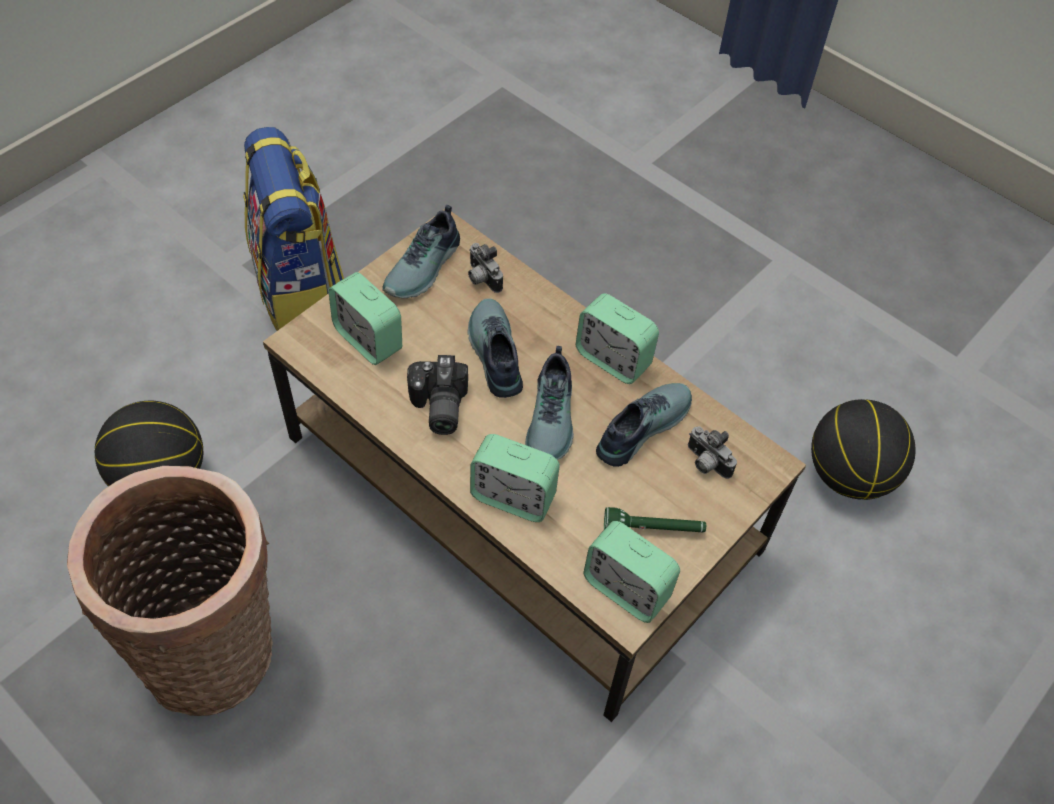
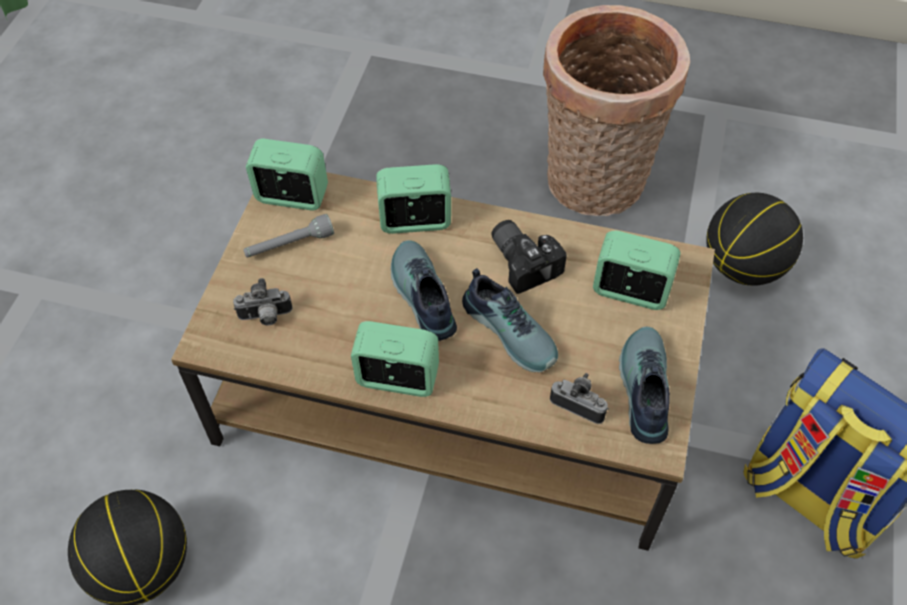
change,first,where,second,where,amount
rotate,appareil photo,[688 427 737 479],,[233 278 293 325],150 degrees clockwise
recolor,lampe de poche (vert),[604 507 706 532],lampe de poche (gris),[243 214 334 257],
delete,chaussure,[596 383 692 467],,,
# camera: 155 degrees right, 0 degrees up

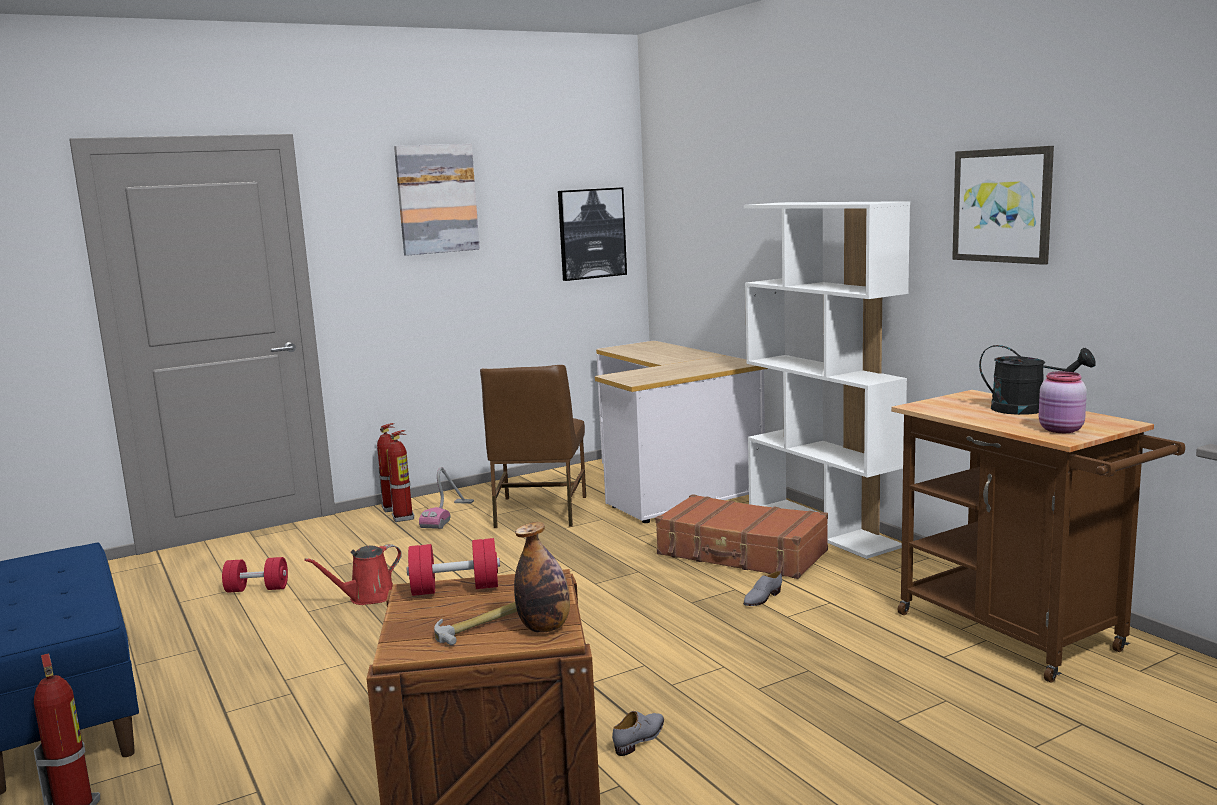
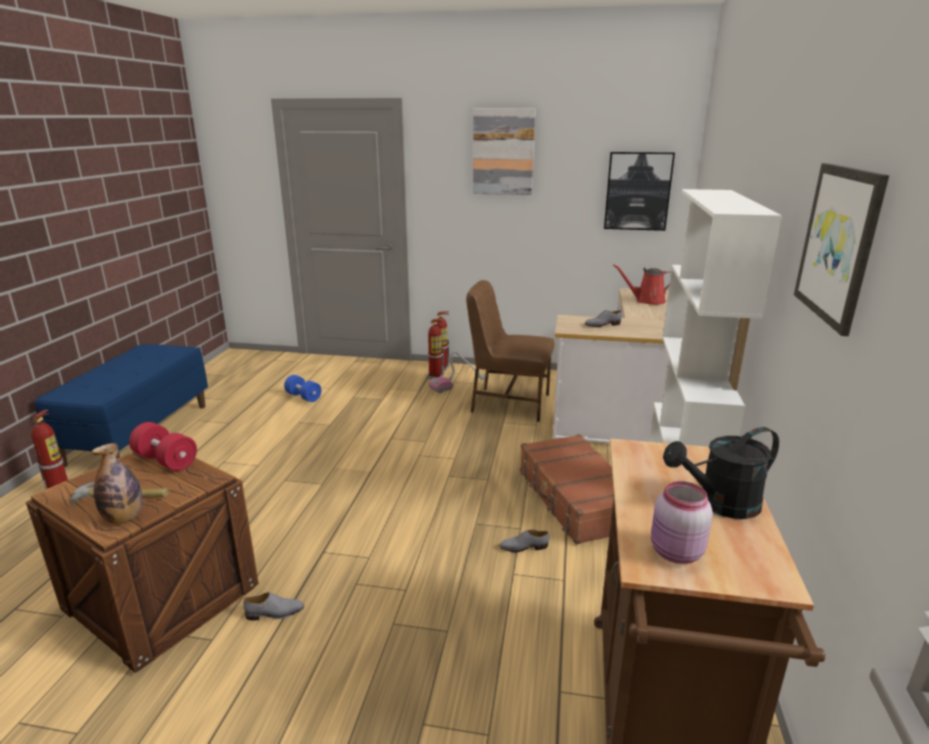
change,first,where,second,where,amount
recolor,haltère (rouge),[222 557 288 593],haltère (bleu),[284 375 321 402],
rotate,chaise (marron),[480 365 586 528],,[466 280 554 422],60 degrees clockwise
insert,,,chaussure (gris),[584 310 622 327],
move,arrosoir (rouge),[304 544 402 605],,[613 265 671 305],
rotate,arrosoir (noir),[979 345 1096 415],,[663 427 779 519],90 degrees clockwise
# camera: 40 degrees right, 10 degrees up

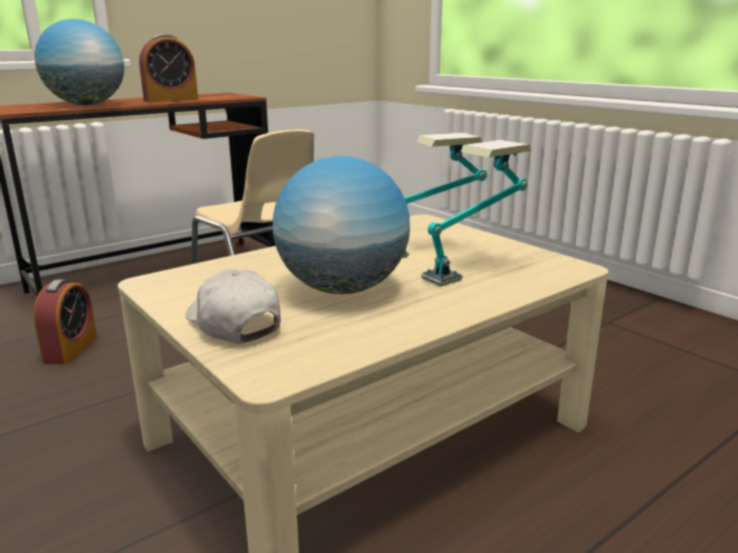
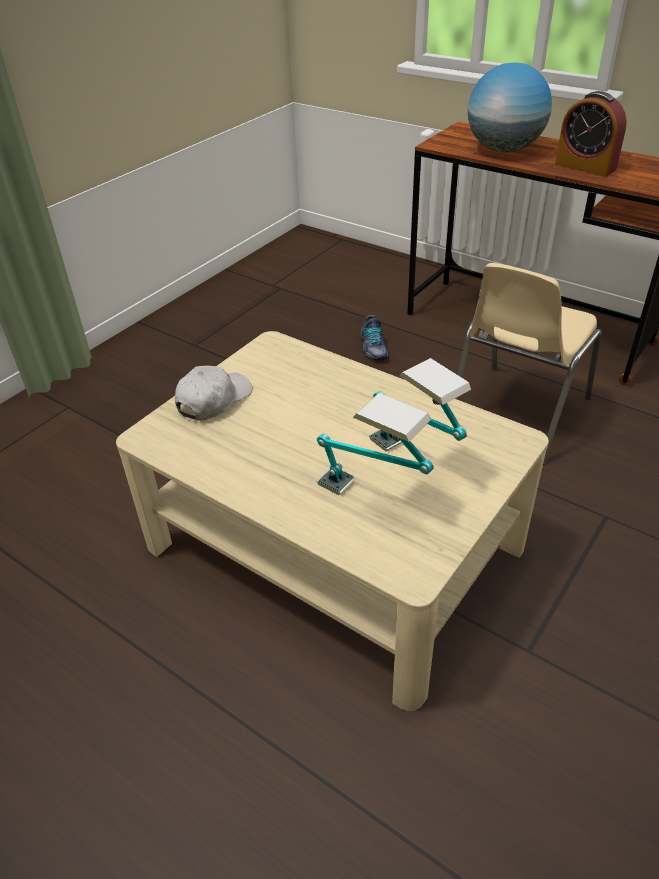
change,first,where,second,where,amount
replace,réveil,[34 279 97 364],chaussure,[360 315 389 361],
delete,globe,[273 156 410 294],,,
# camera: 75 degrees right, 20 degrees up

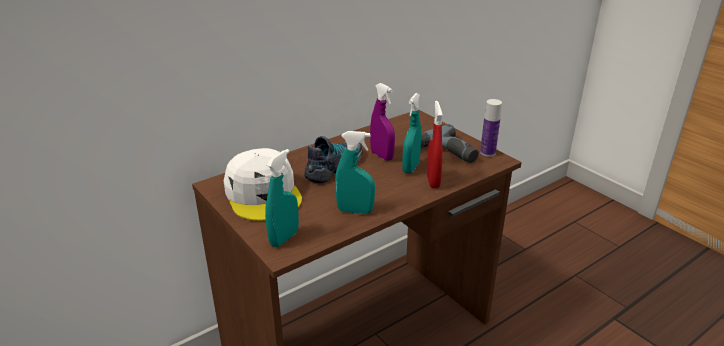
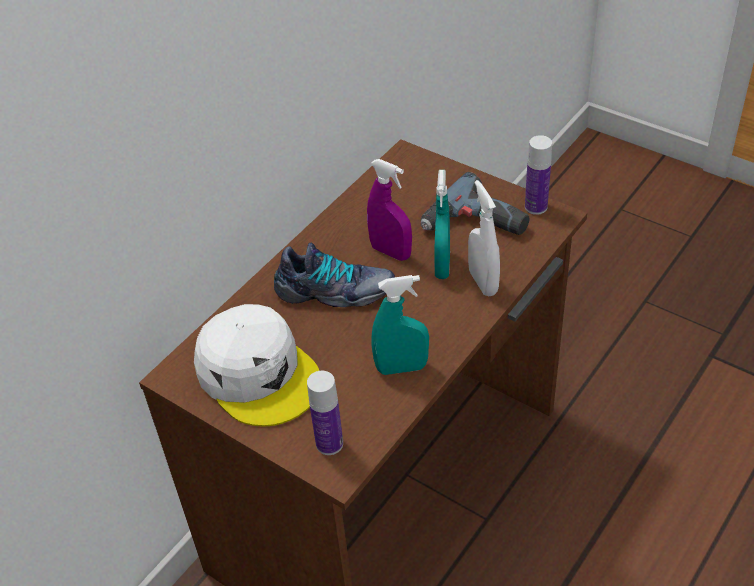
change,first,where,second,where,amount
rotate,chaussure,[304 136 363 183],,[274 243 395 307],75 degrees clockwise
replace,vaporisateur (turquoise),[265 149 299 247],bouteille,[307 371 343 455],
recolor,vaporisateur (rouge),[427 101 443 188],vaporisateur (blanc),[468 180 500 296],
# camera: 15 degrees left, 15 degrees up

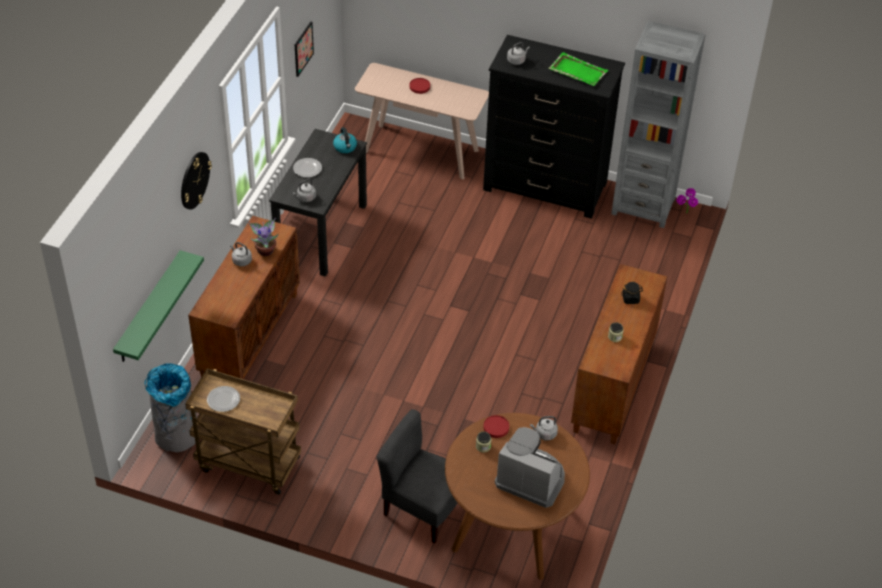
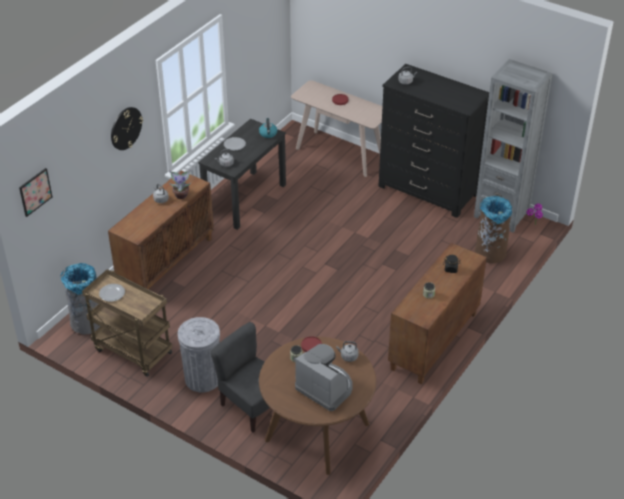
change,first,where,second,where,amount
move,tableau,[295 22 314 77],,[19 168 52 217],
insert,,,poubelle (gris),[178 317 220 392],
insert,,,poubelle (marron),[474 196 512 263],
delete,étagère (vert),[113 250 204 362],,,
delete,plateau (vert),[548 52 608 86],,,
# camera: 15 degrees right, 5 degrees down

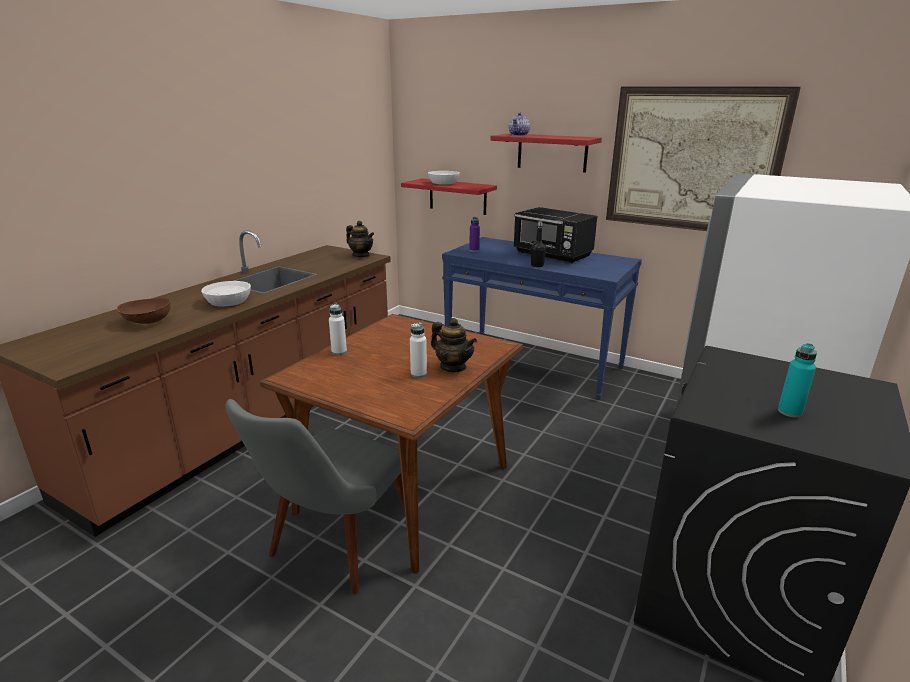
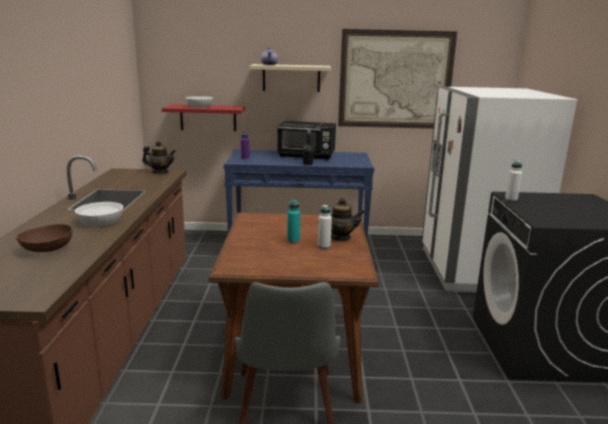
change,first,where,second,where,amount
recolor,étagère (rouge),[490 133 602 173],étagère (beige),[249 64 331 92],
move,bouteille (turquoise),[778 343 817 418],,[287 199 300 243],
move,bouteille (blanc),[329 304 347 355],,[505 160 522 201],
# camera: 30 degrees left, 5 degrees down

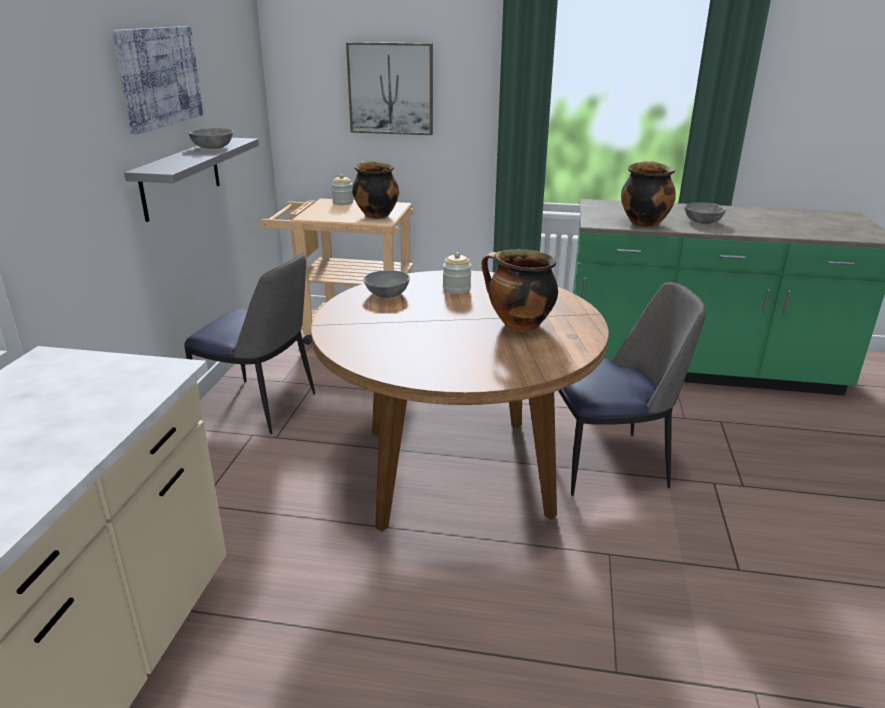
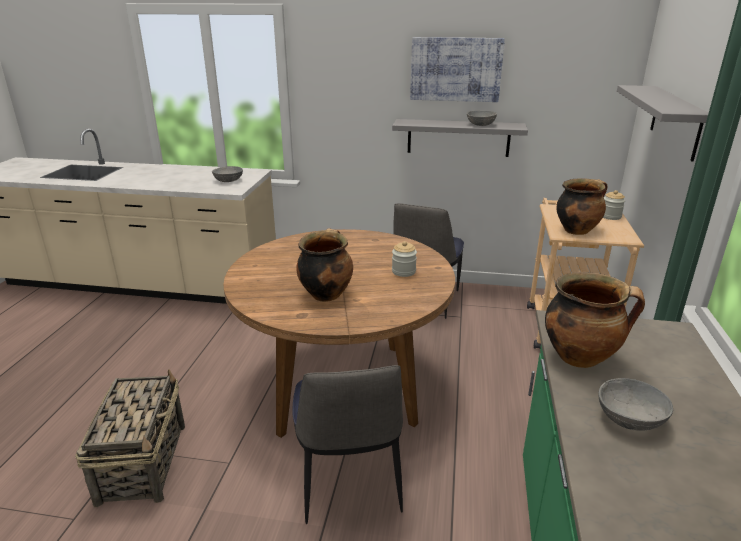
change,first,where,second,where,amount
insert,,,panier,[75 369 185 507],
move,bol (gris),[363 270 410 298],,[212 166 243 182],
replace,tableau,[346 42 433 135],étagère (gris),[617 85 709 162],
# camera: 90 degrees right, 0 degrees up

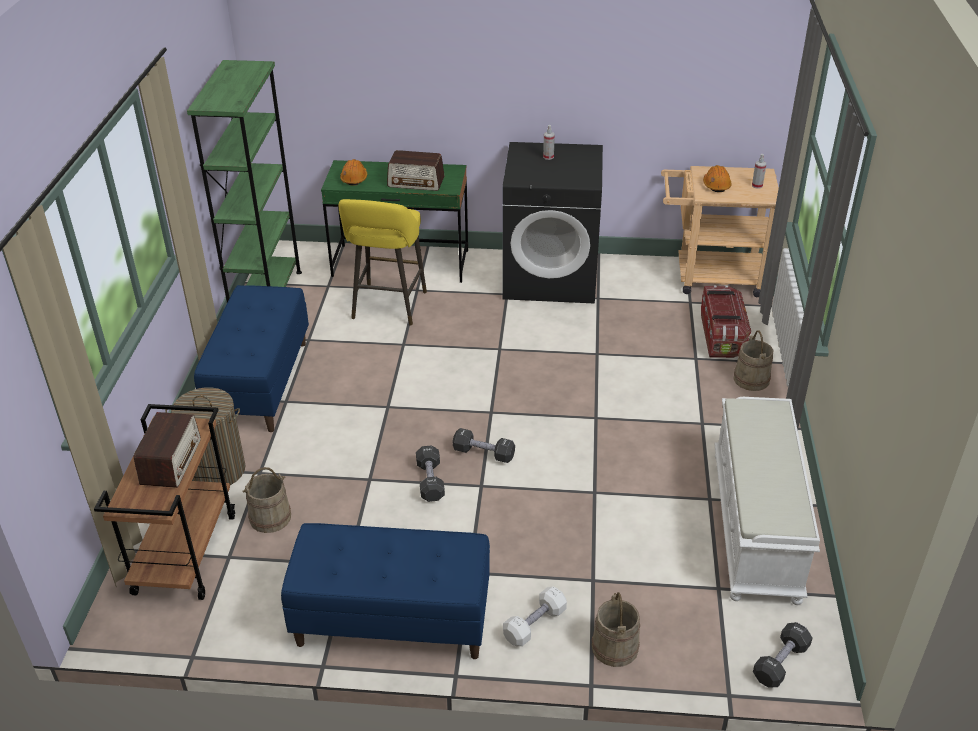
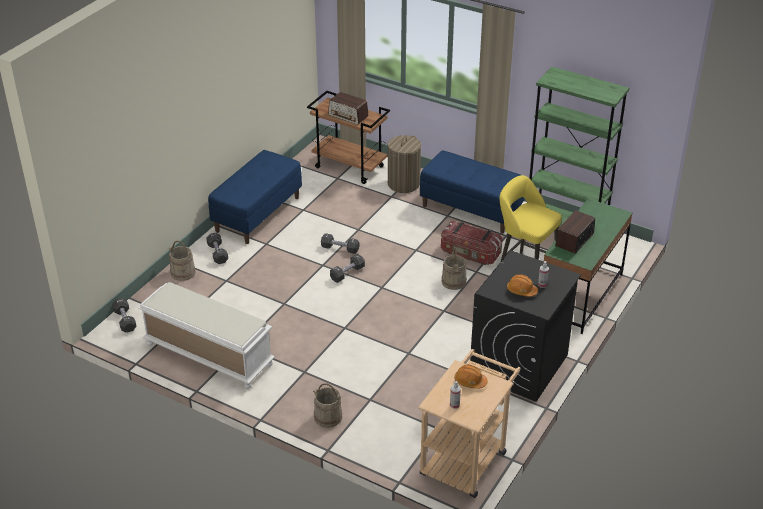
change,first,where,second,where,amount
recolor,haltère (blanc),[503 587 567 646],haltère (noir),[206 233 228 264],
move,boîte de rangement,[701 285 751 358],,[441 220 503 265],
move,seau (beige),[243 467 291 533],,[442 249 467 290],
move,casque de chantier (orange),[340 159 367 186],,[507 274 538 297],
# camera: 115 degrees right, 0 degrees up

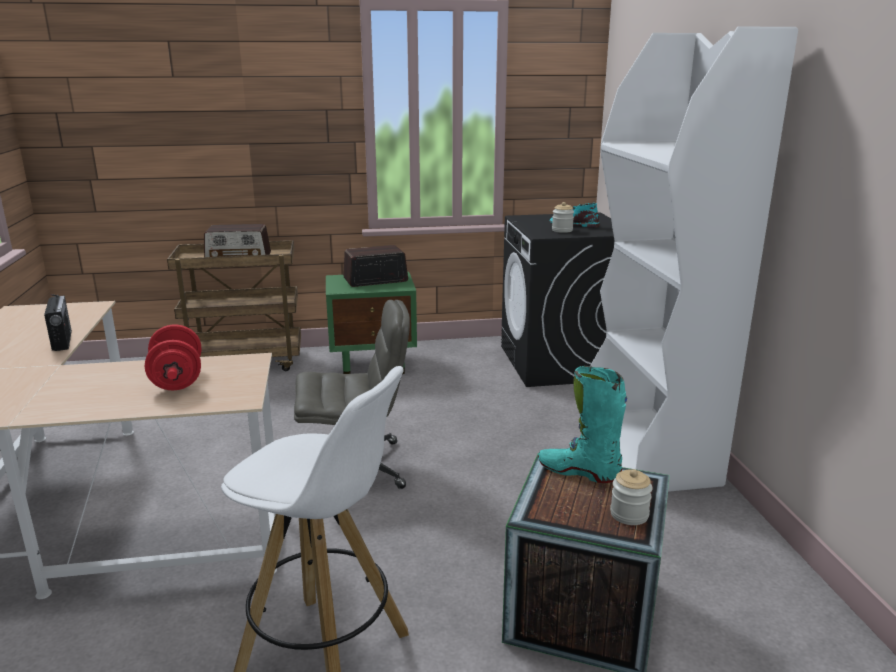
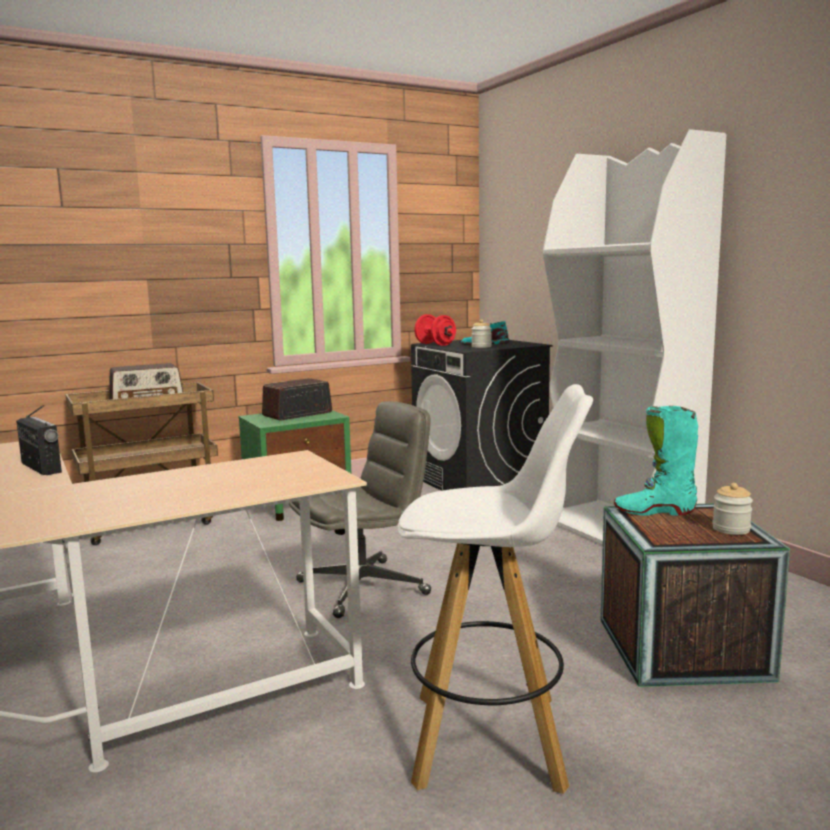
change,first,where,second,where,amount
move,haltère (rouge),[145 325 201 390],,[414 314 456 346],
# camera: 20 degrees left, 10 degrees down

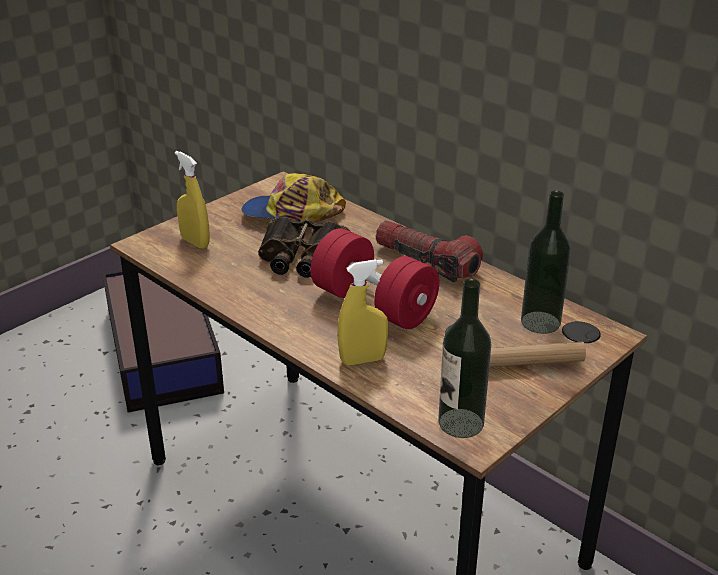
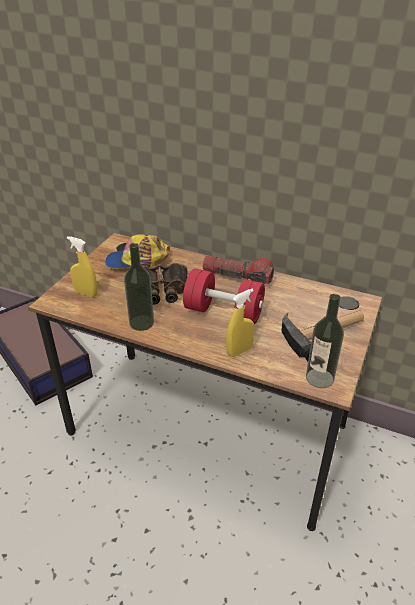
change,first,where,second,where,amount
move,bouteille,[521 191 571 334],,[124 243 154 331],
# camera: 20 degrees left, 5 degrees up

